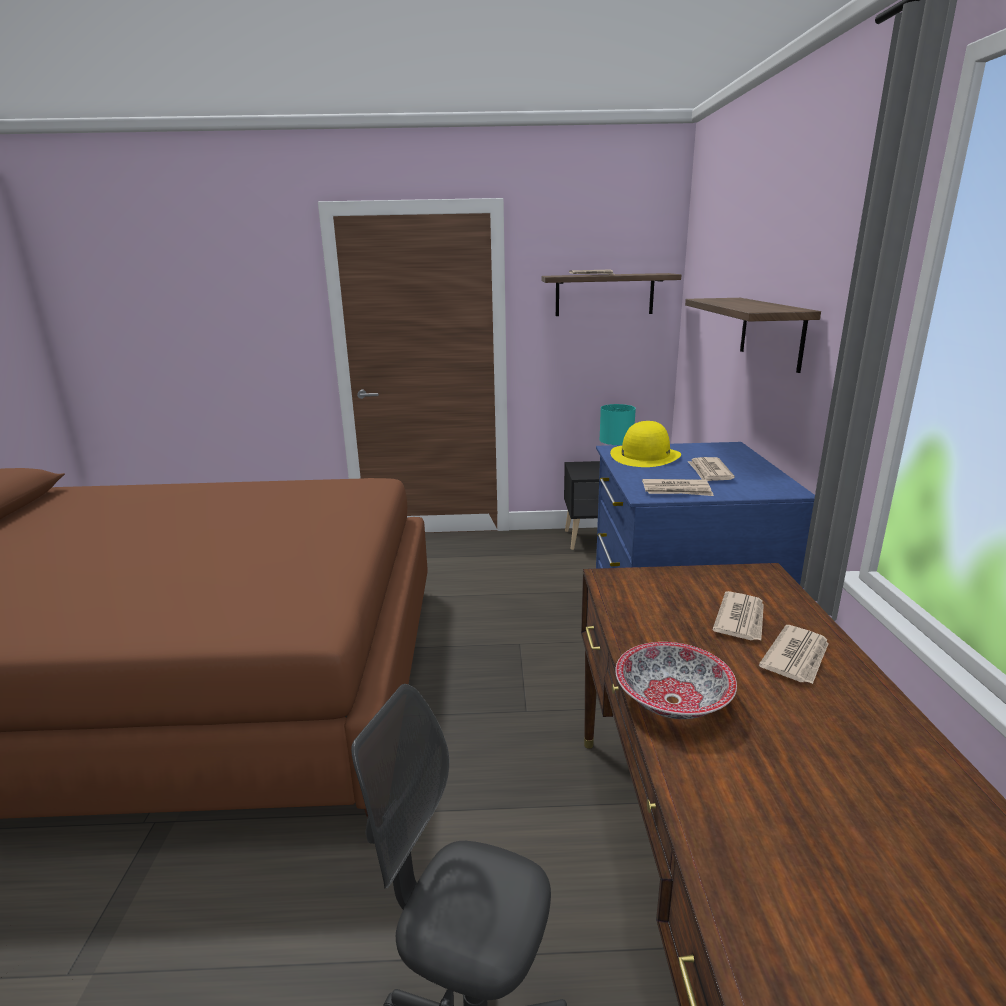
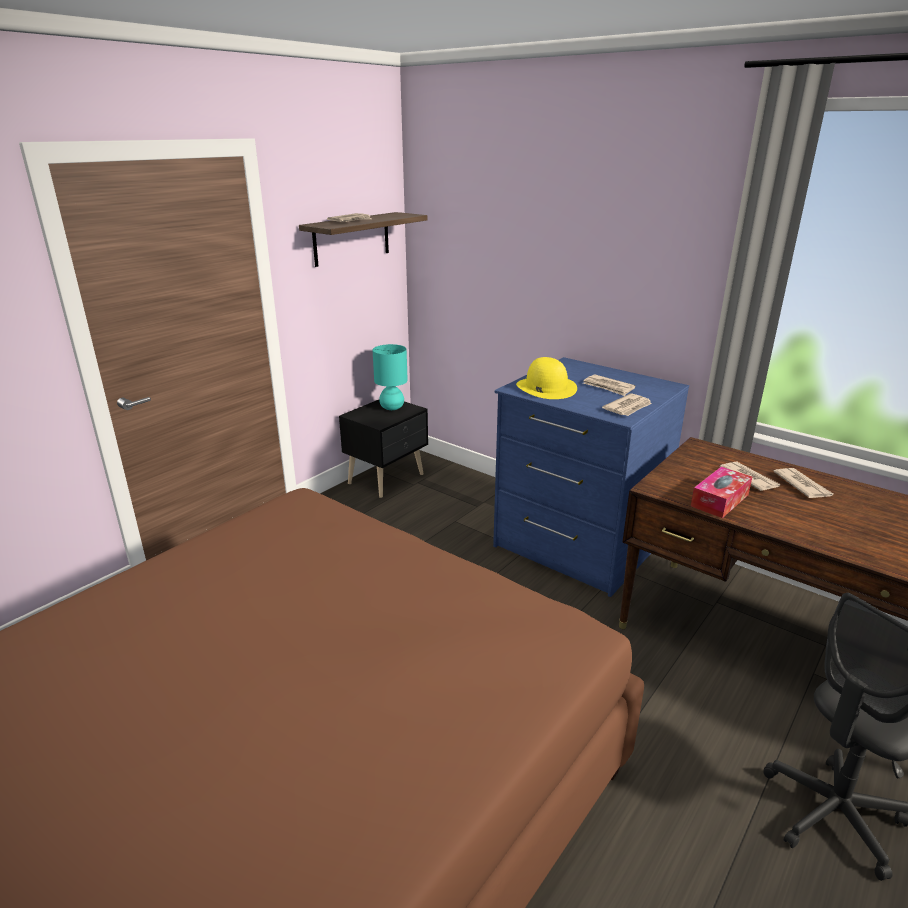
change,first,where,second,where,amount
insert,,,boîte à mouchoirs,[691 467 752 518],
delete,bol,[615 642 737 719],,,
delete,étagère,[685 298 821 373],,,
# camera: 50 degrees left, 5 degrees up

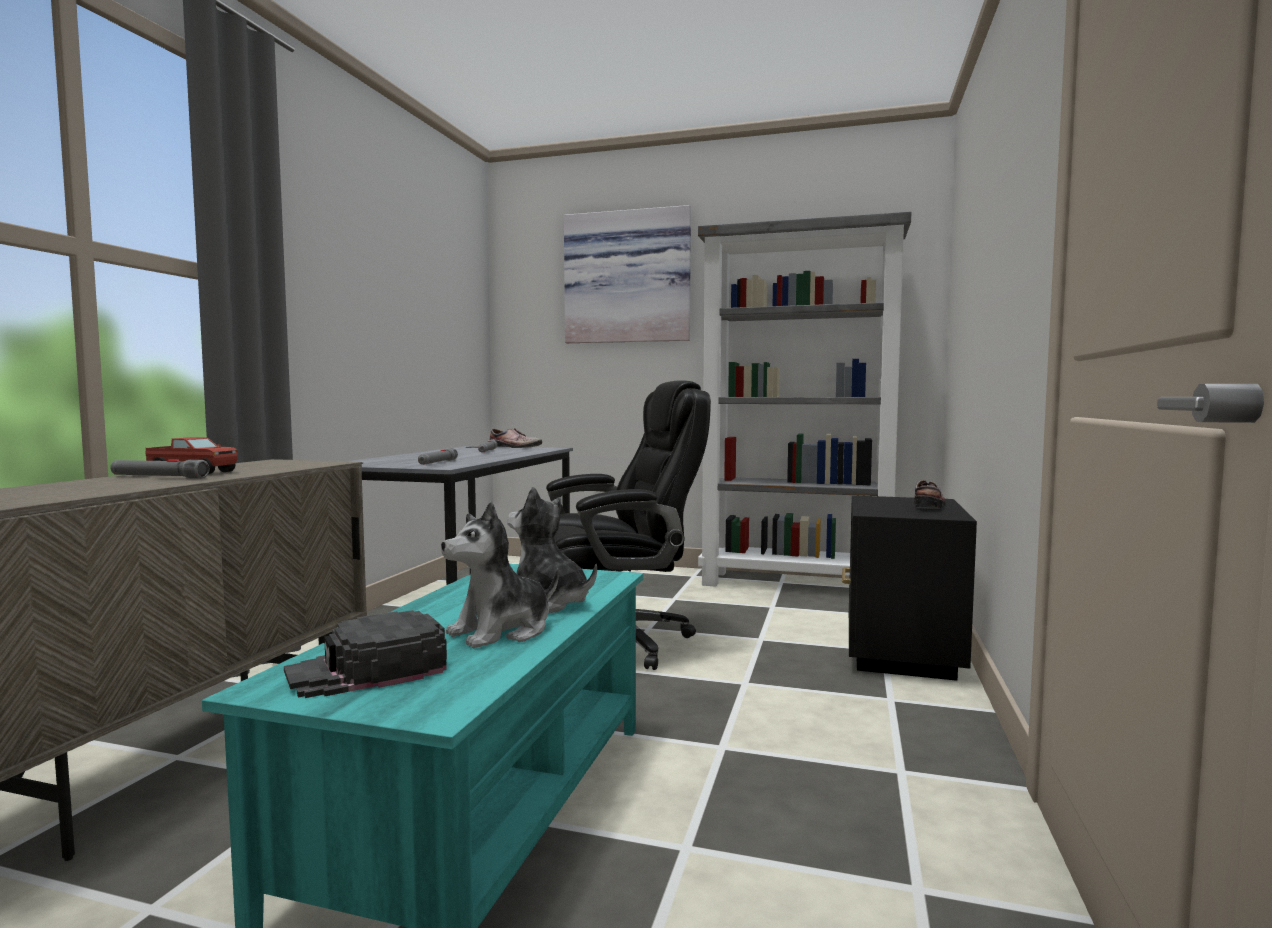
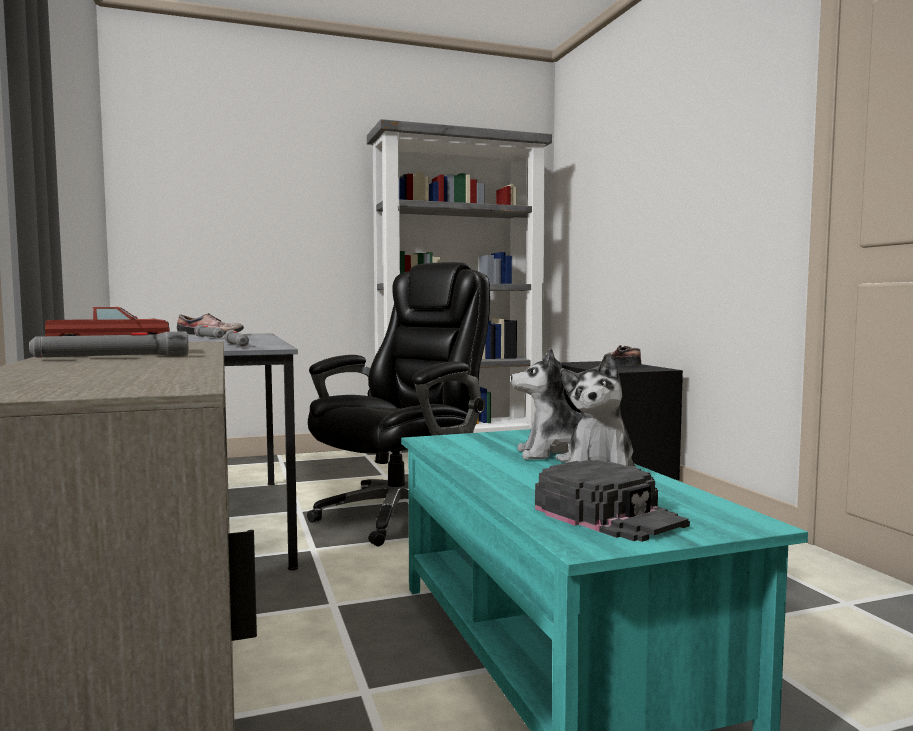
change,first,where,second,where,amount
rotate,casquette (noir),[284 610 447 698],,[535 460 690 542],60 degrees counterclockwise
delete,tableau,[564 205 691 343],,,
# camera: 35 degrees left, 0 degrees up

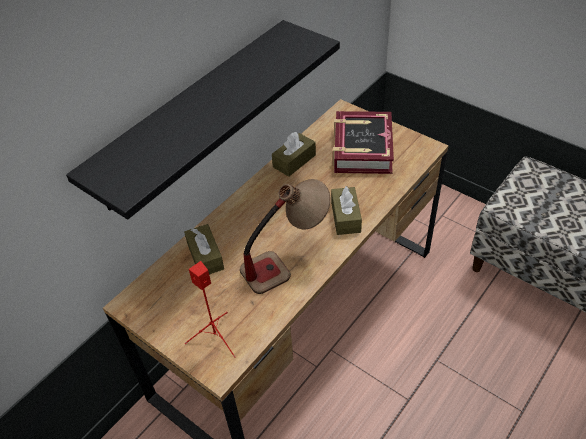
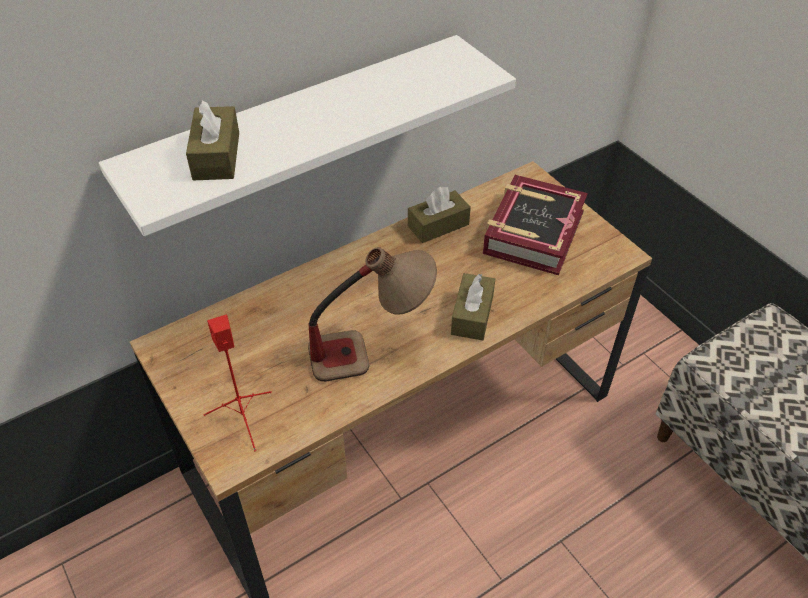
change,first,where,second,where,amount
recolor,étagère (noir),[66 20 340 220],étagère (blanc),[99 35 516 236],
move,boîte à mouchoirs (marron),[184 224 224 275],,[186 100 239 180],
# camera: 15 degrees right, 0 degrees up

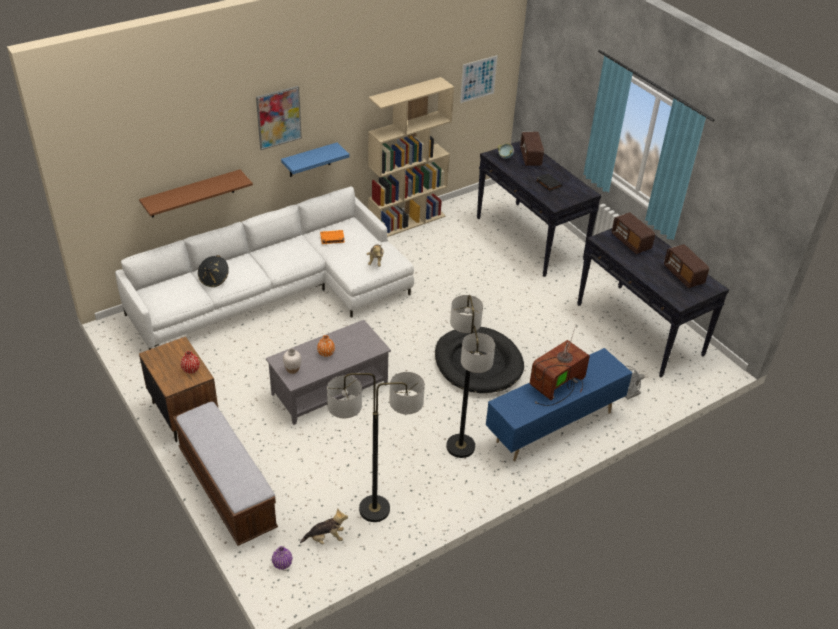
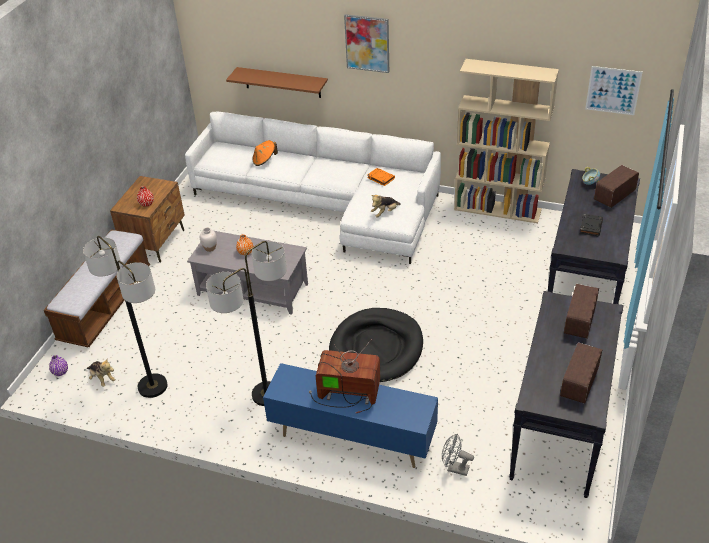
change,first,where,second,where,amount
recolor,chapeau (noir),[198 255 229 287],chapeau (orange),[253 140 278 166],
delete,étagère (bleu),[281 143 350 177],,,
# camera: 55 degrees right, 0 degrees up

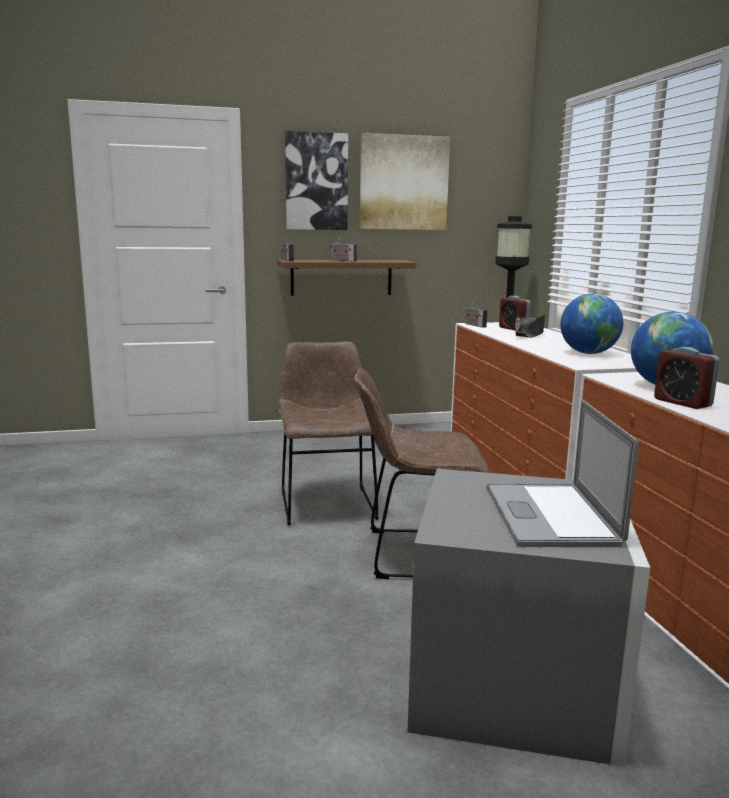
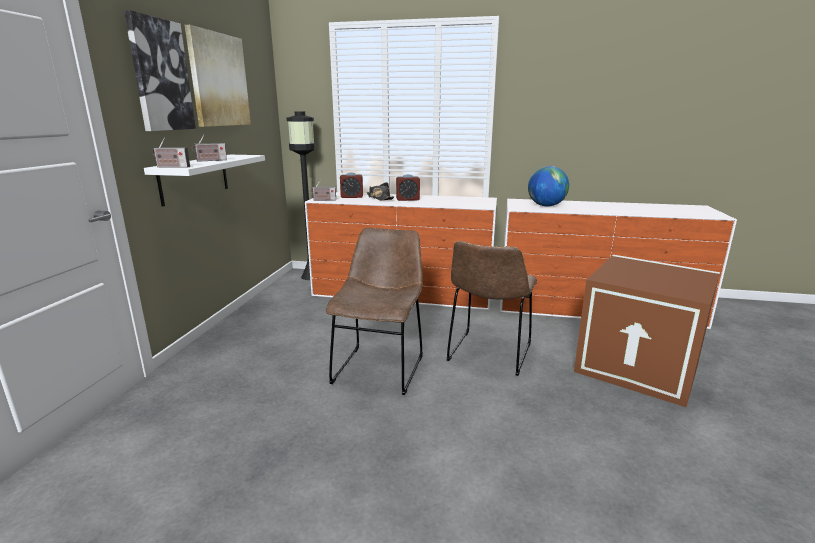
change,first,where,second,where,amount
recolor,étagère (marron),[277 260 416 296],étagère (blanc),[144 155 265 207],
rotate,chaise (marron),[279 341 379 525],,[326 228 423 395],90 degrees clockwise
move,réveil,[654 347 720 409],,[396 174 420 201],
recolor,boîte de rangement (gris),[408 469 650 767],boîte de rangement (marron),[574 255 720 407],
delete,ordinateur portable,[486 400 639 547],,,
delete,globe,[560 293 623 354],,,
# camera: 65 degrees left, 5 degrees up

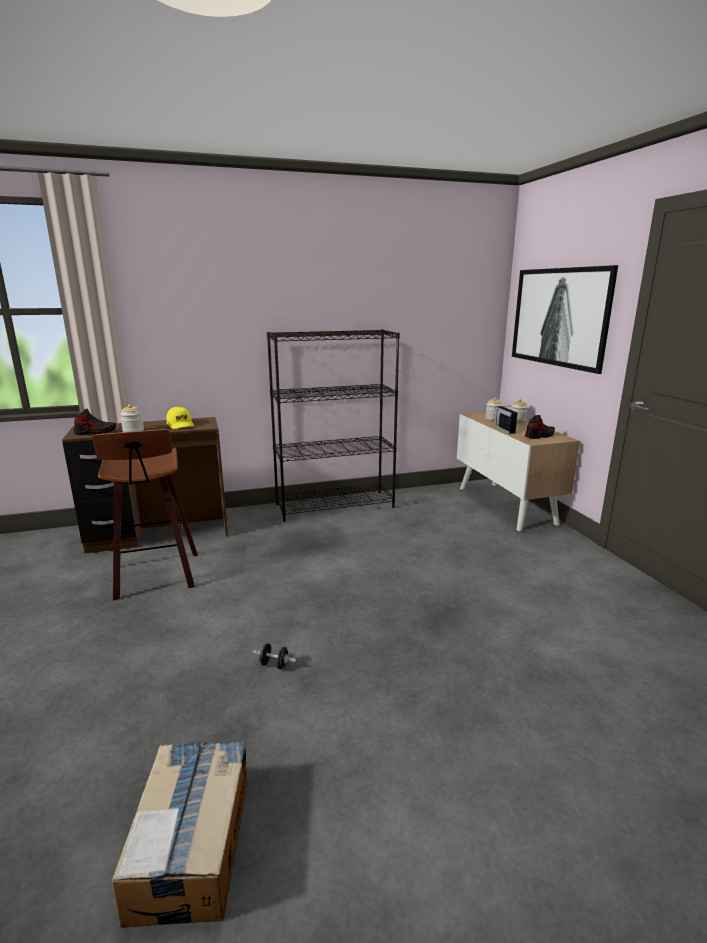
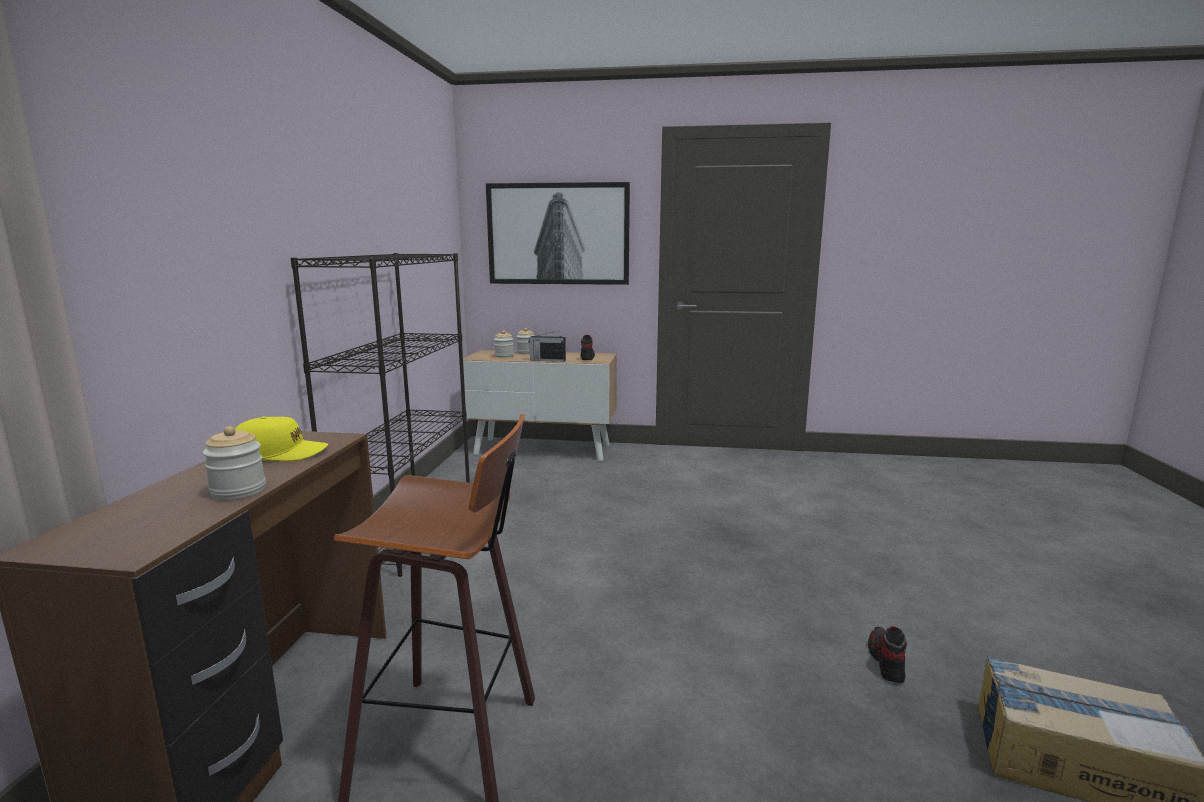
change,first,where,second,where,amount
move,chaussure,[74 409 116 435],,[868 626 907 683],
delete,haltère (noir),[252 643 296 669],,,
# camera: 65 degrees left, 5 degrees down

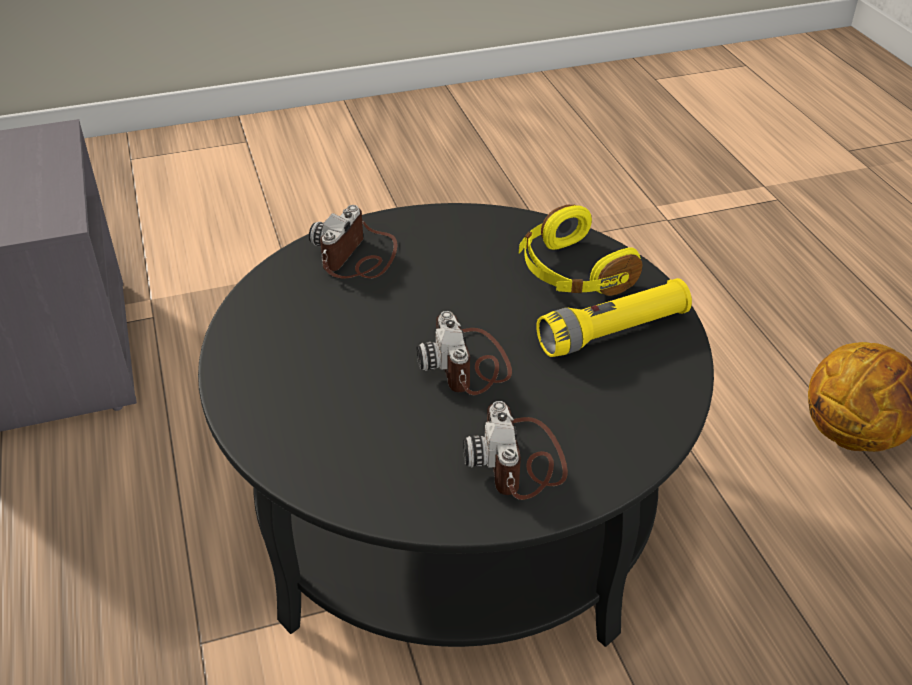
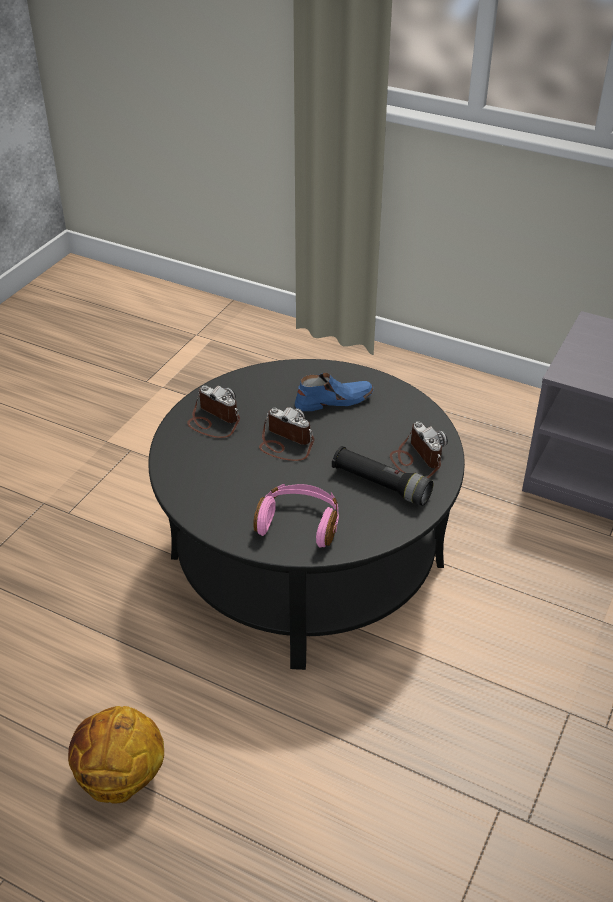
change,first,where,second,where,amount
recolor,casque audio (jaune),[519 205 643 296],casque audio (rose),[253 484 339 548],
insert,,,chaussure (bleu),[295 373 374 411],
insert,,,lampe de poche (noir),[332 446 433 506],
delete,lampe de poche (jaune),[536 278 692 357],,,
# camera: 135 degrees right, 0 degrees up

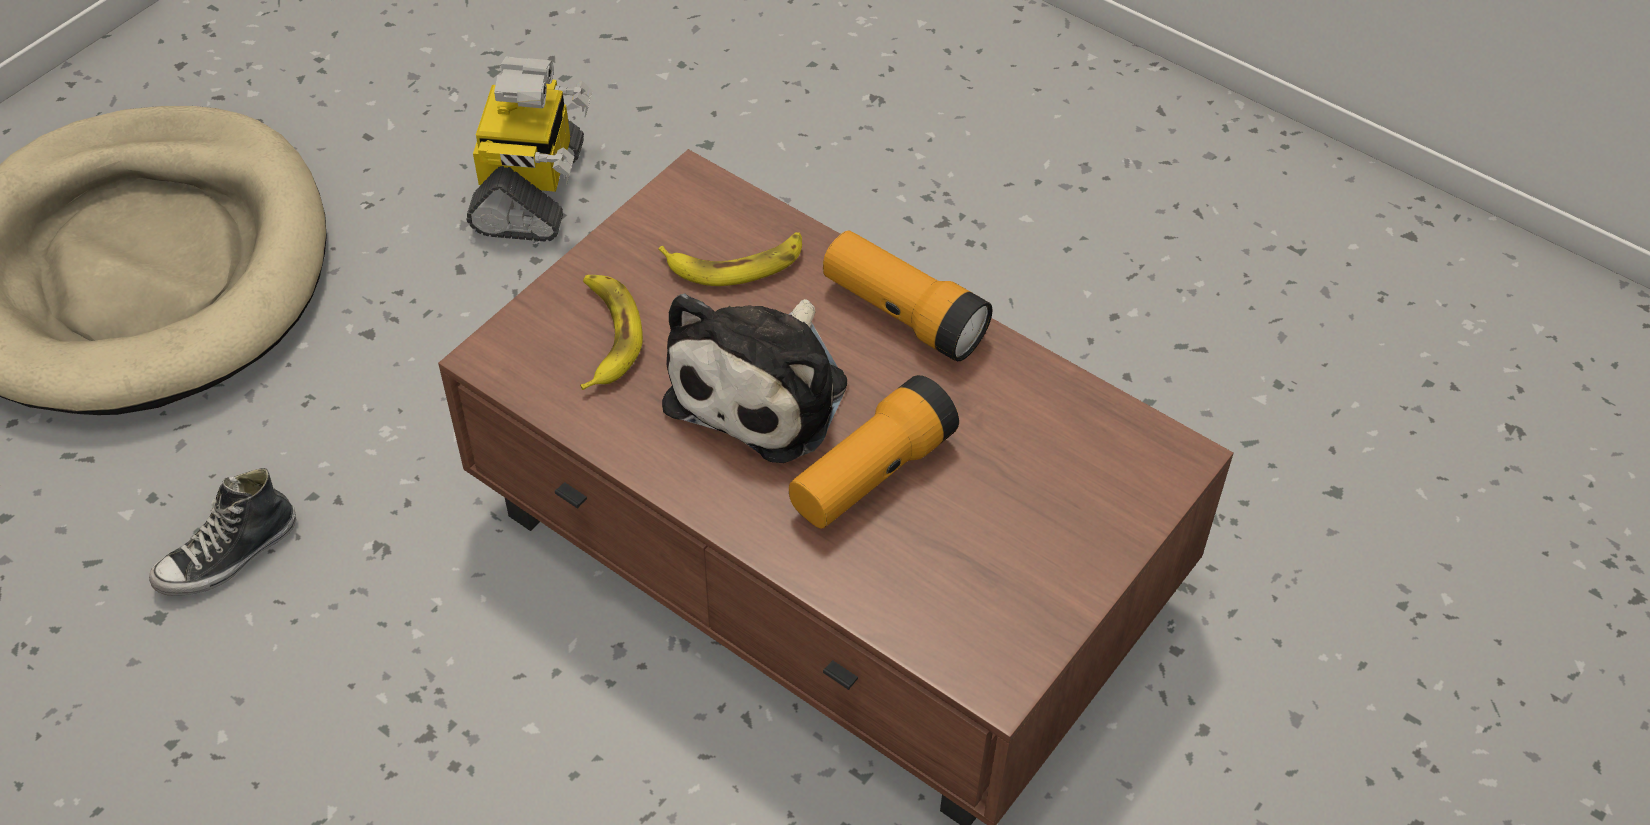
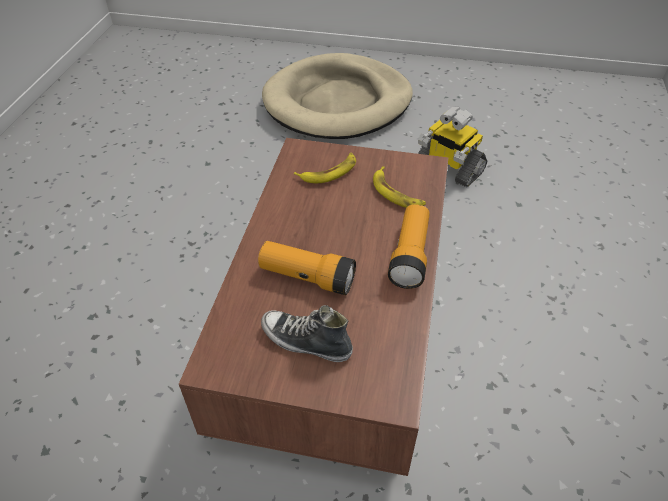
change,first,where,second,where,amount
move,chaussure,[149 468 296 596],,[261 305 353 362],
rotate,robot jouet,[467 57 593 242],,[418 106 487 187],60 degrees clockwise
delete,peluche,[662 293 847 463],,,
# camera: 65 degrees right, 5 degrees down

